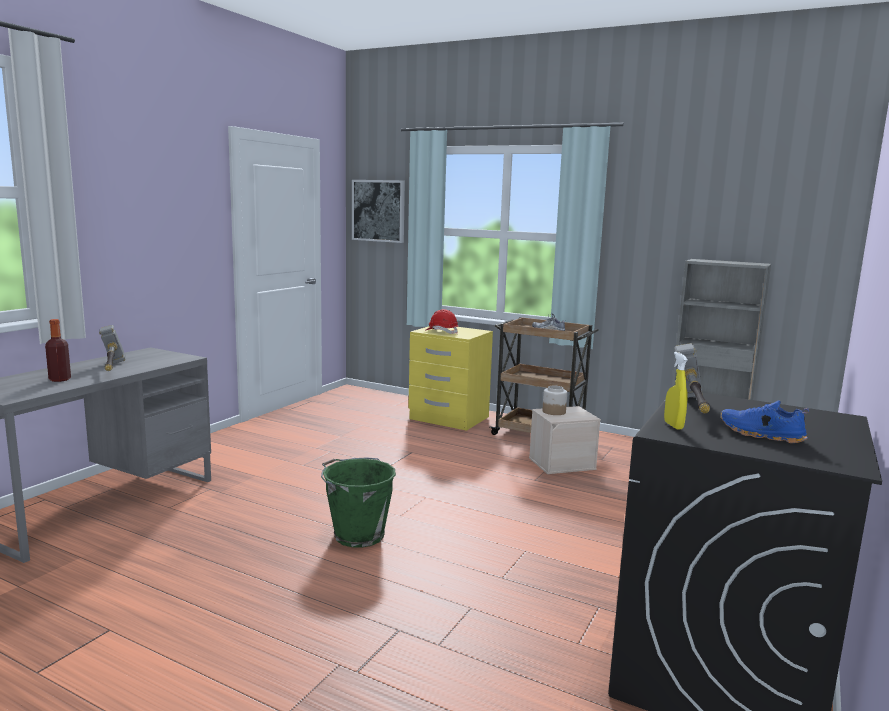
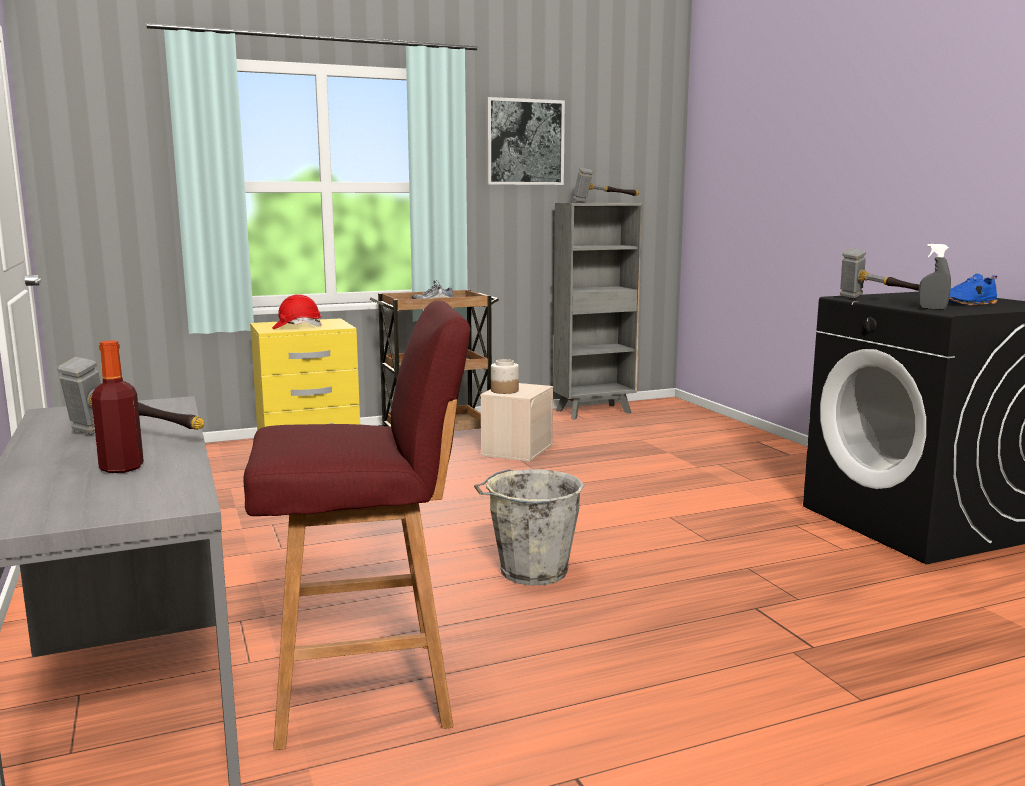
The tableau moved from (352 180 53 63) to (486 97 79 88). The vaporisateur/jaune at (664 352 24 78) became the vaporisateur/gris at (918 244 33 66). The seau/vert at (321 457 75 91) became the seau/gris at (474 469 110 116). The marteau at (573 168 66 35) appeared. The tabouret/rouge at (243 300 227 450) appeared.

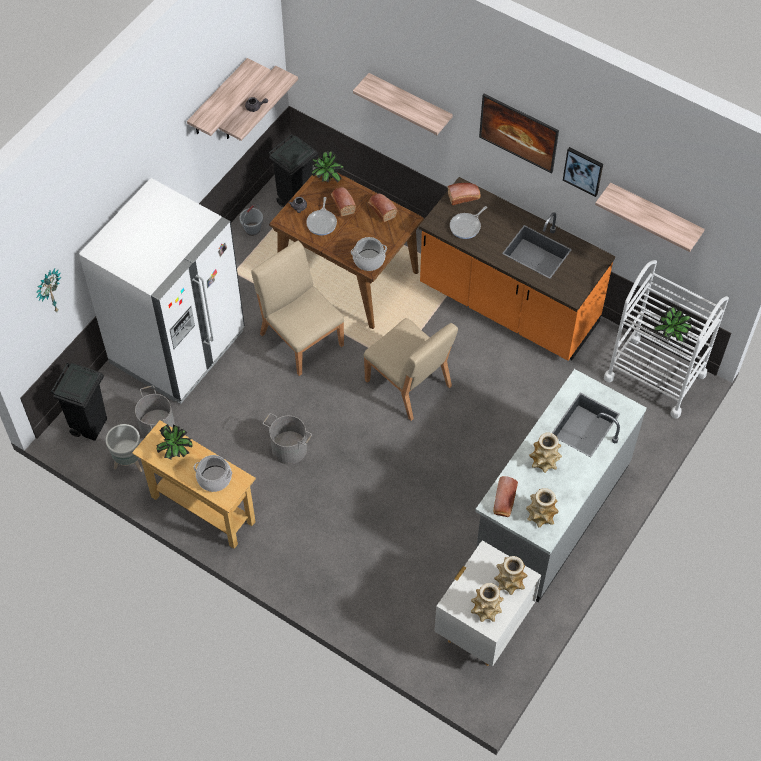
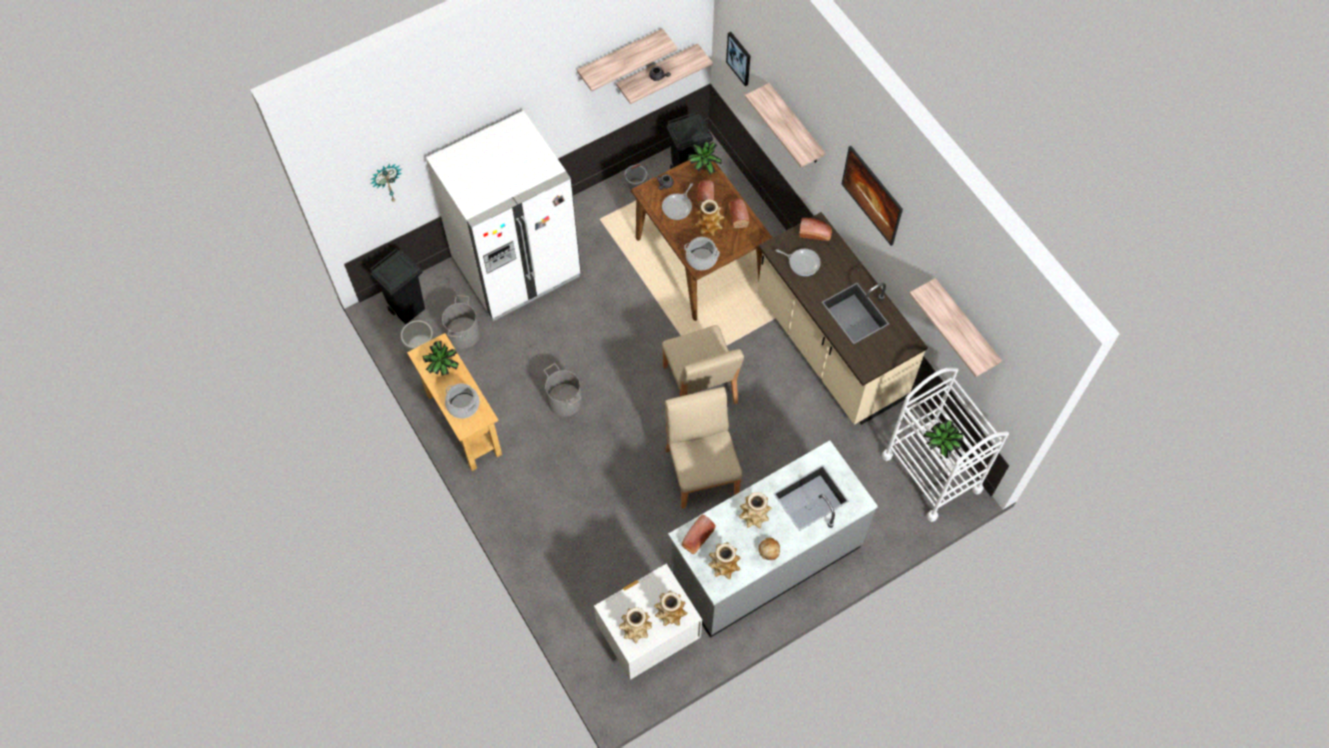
The tableau moved from (563 147 40 50) to (726 32 24 54). The comptoir de cuisine/orange at (419 177 196 184) became the comptoir de cuisine/beige at (757 212 171 213). The poêle at (450 206 37 33) turned 135 degrees counterclockwise. The chaise/beige moved from (251 241 93 135) to (665 387 77 122). The vase at (695 199 30 37) appeared. The pain at (758 537 22 23) appeared.

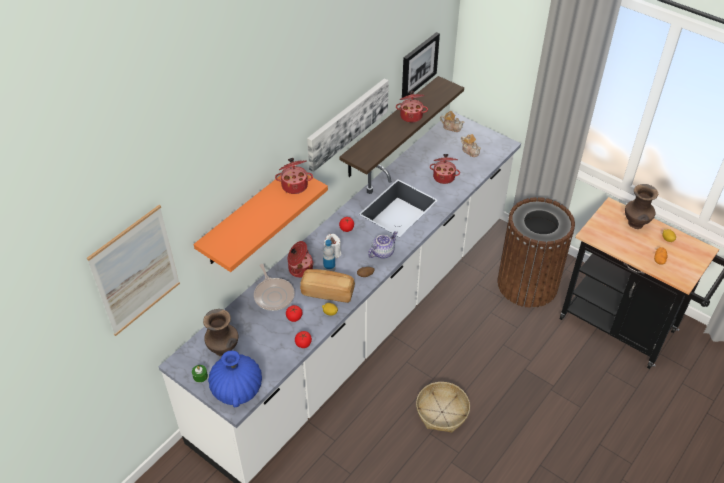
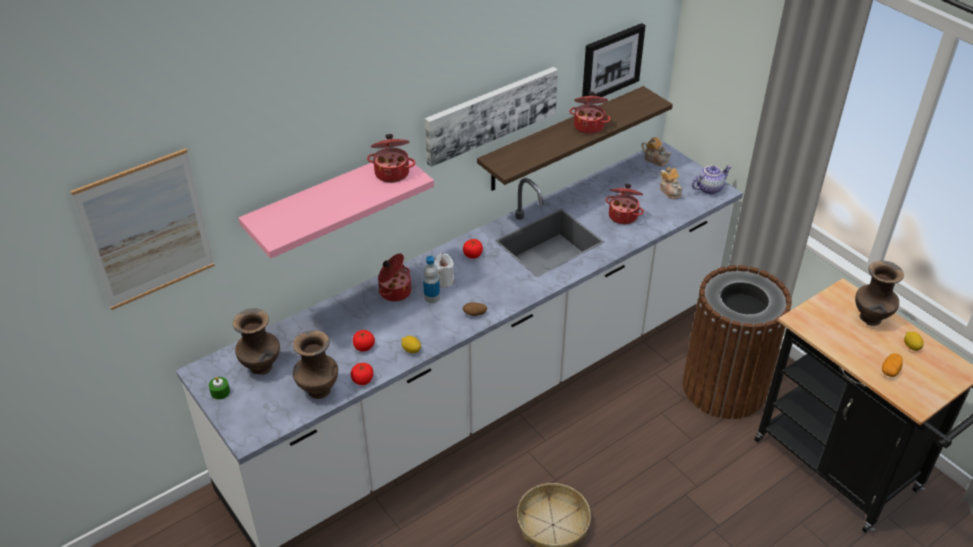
The étagère/orange at (194 174 134 98) became the étagère/rose at (239 160 195 99). The théière moved from (368 231 30 28) to (692 165 40 29). The poêle at (254 264 41 47) disappeared. The pain at (300 269 55 34) disappeared. The vase/bleu at (208 351 54 56) disappeared. The vase/marron at (292 330 46 69) appeared.

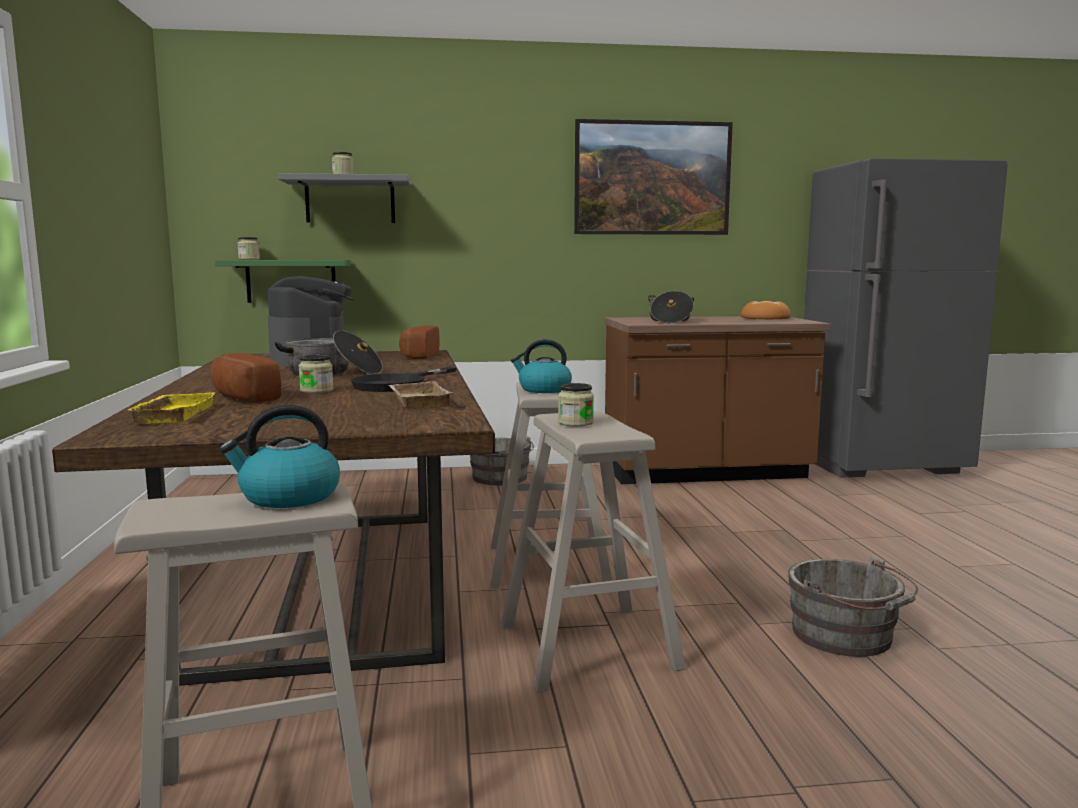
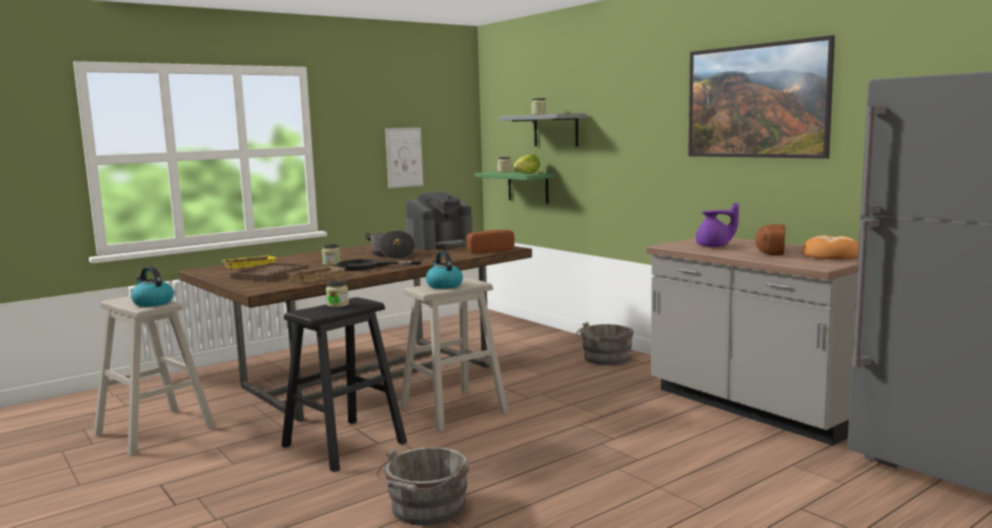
The marmite at (648 291 46 32) was replaced by the théière/violet at (696 202 43 45). The comptoir de cuisine/marron at (605 316 225 168) became the comptoir de cuisine/gris at (646 238 212 208). The pain moved from (210 353 71 49) to (755 224 30 31). The tabouret/beige at (501 411 185 281) became the tabouret/noir at (281 297 126 175). The tableau at (385 127 38 61) appeared. The laitue at (514 154 26 19) appeared. The plateau/marron at (230 262 79 20) appeared.

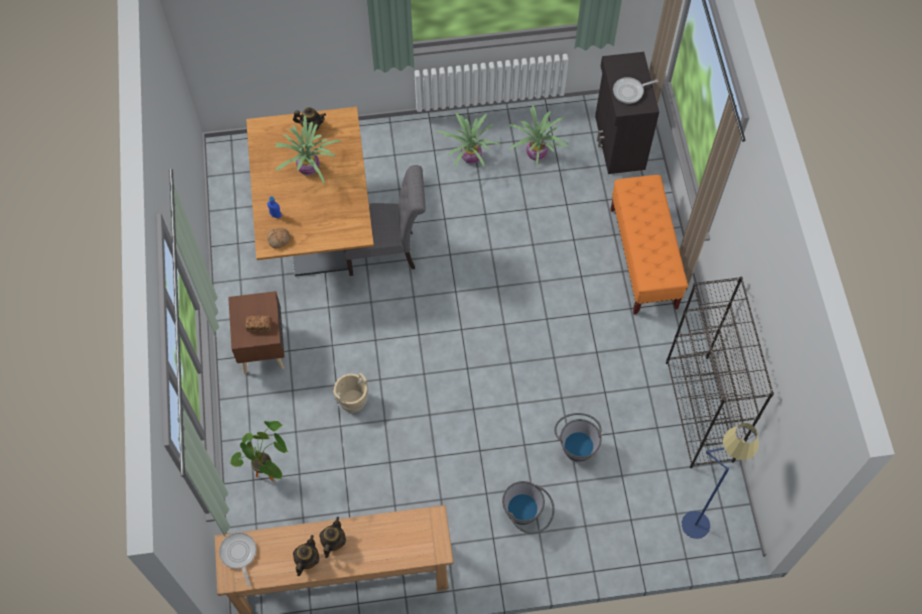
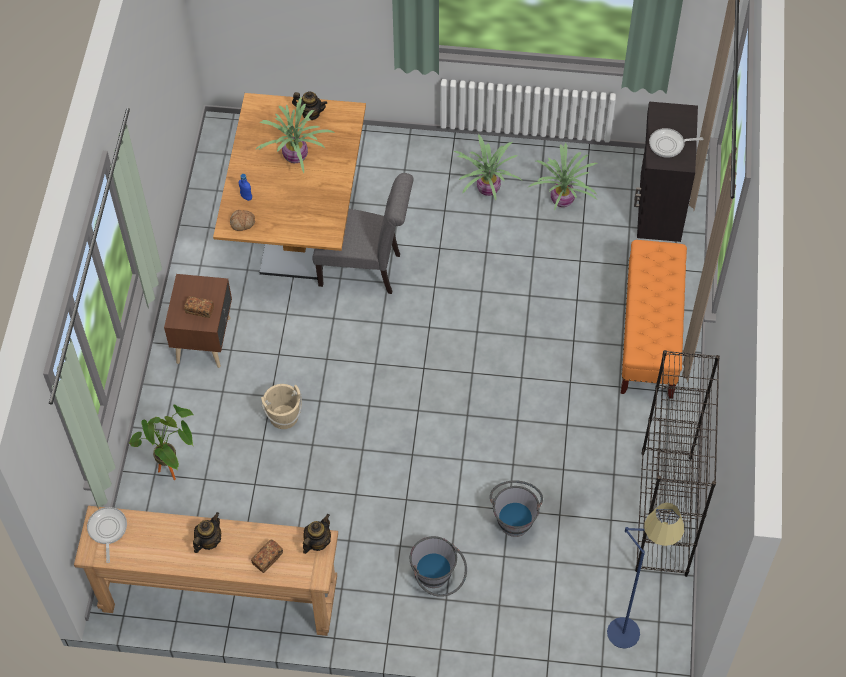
The théière moved from (293 535 27 41) to (303 514 28 40). The pain at (251 540 32 33) appeared.

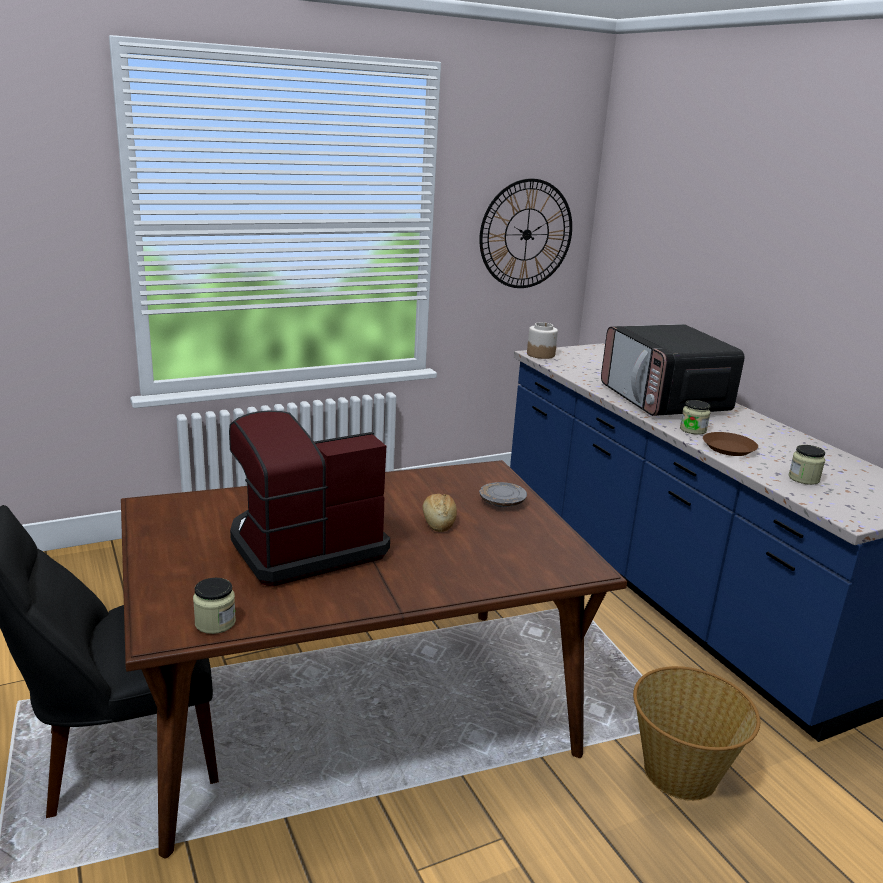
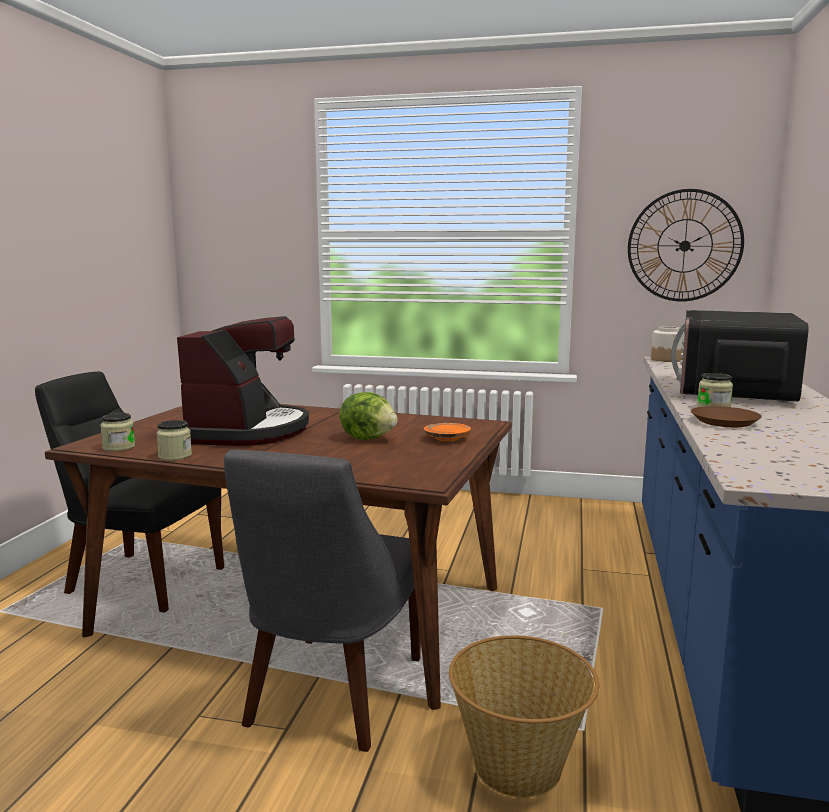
The machine à café at (229 410 161 177) turned 90 degrees clockwise. The bocal moved from (788 445 37 40) to (157 420 35 41). The assiette/gris at (479 482 48 25) became the assiette/orange at (424 423 47 18). The pain at (422 494 35 38) was replaced by the laitue at (339 392 59 48). The chaise/gris at (224 449 197 303) appeared.

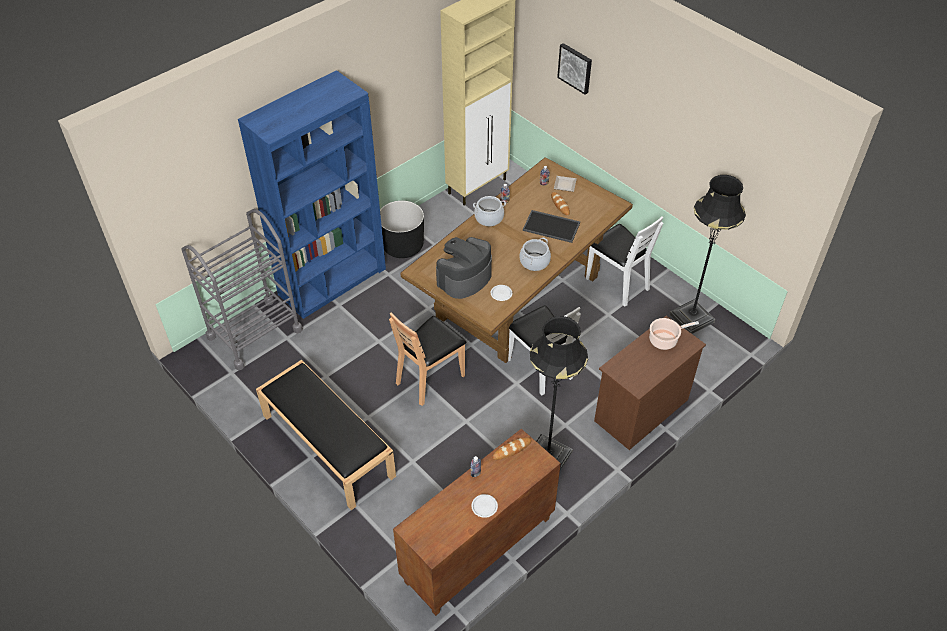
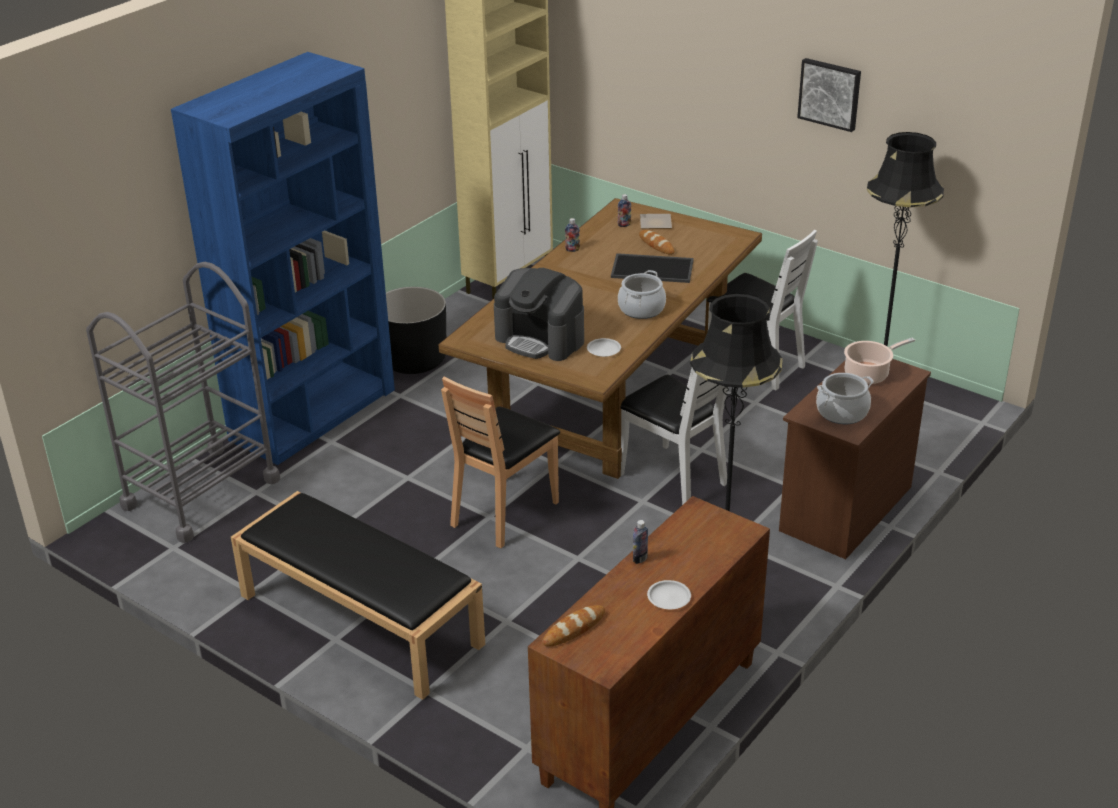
The tableau moved from (557 43 35 52) to (797 58 64 74). The marmite moved from (473 196 33 30) to (816 373 58 51). The machine à café at (436 237 56 62) turned 90 degrees counterclockwise. The pain moved from (492 437 40 23) to (543 605 62 42).

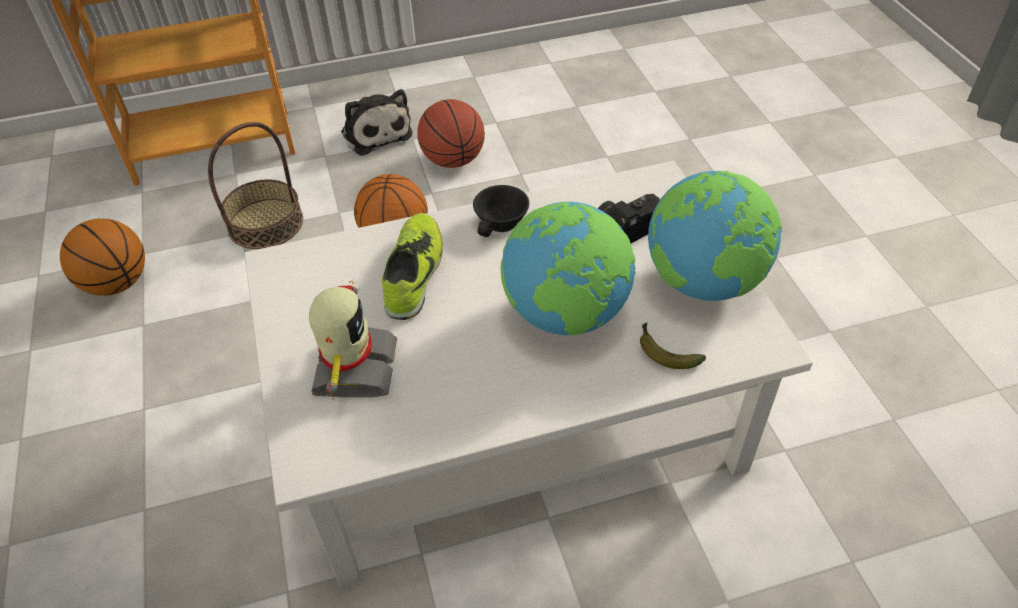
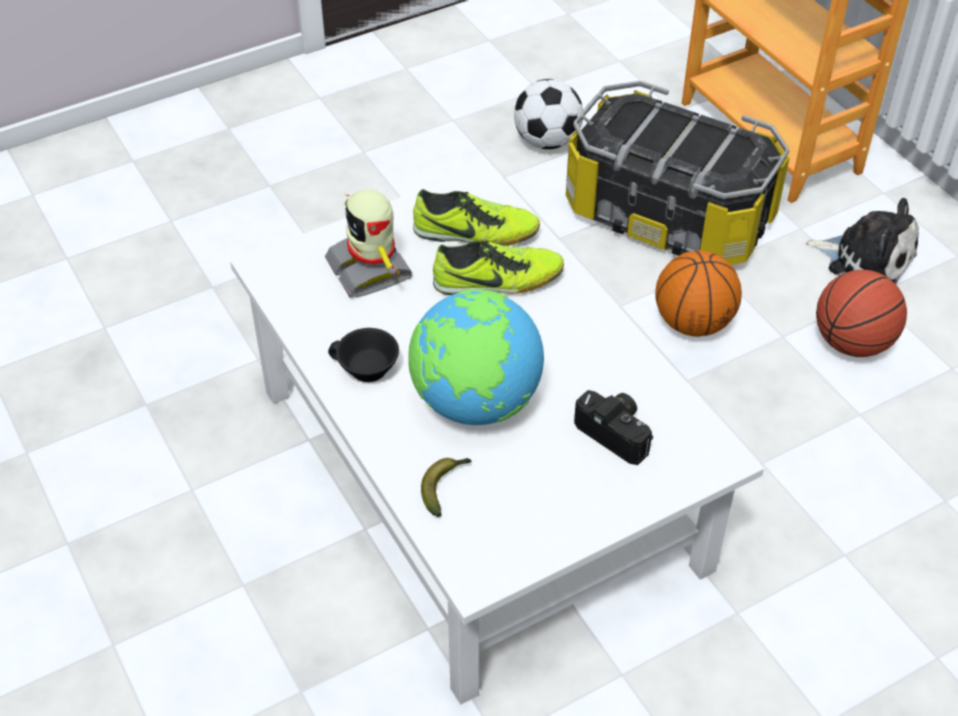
The peluche at (341 89 72 67) turned 105 degrees counterclockwise. The panier at (208 122 95 127) was replaced by the boîte de rangement at (566 81 224 184). The globe at (648 171 134 130) disappeared. The tasse/noir moved from (473 185 56 52) to (328 328 71 54). The ballon de basket at (60 218 85 78) was replaced by the ballon de foot at (514 79 69 70). The robot jouet at (309 280 88 121) turned 75 degrees clockwise. The chaussure at (413 189 127 57) appeared.

